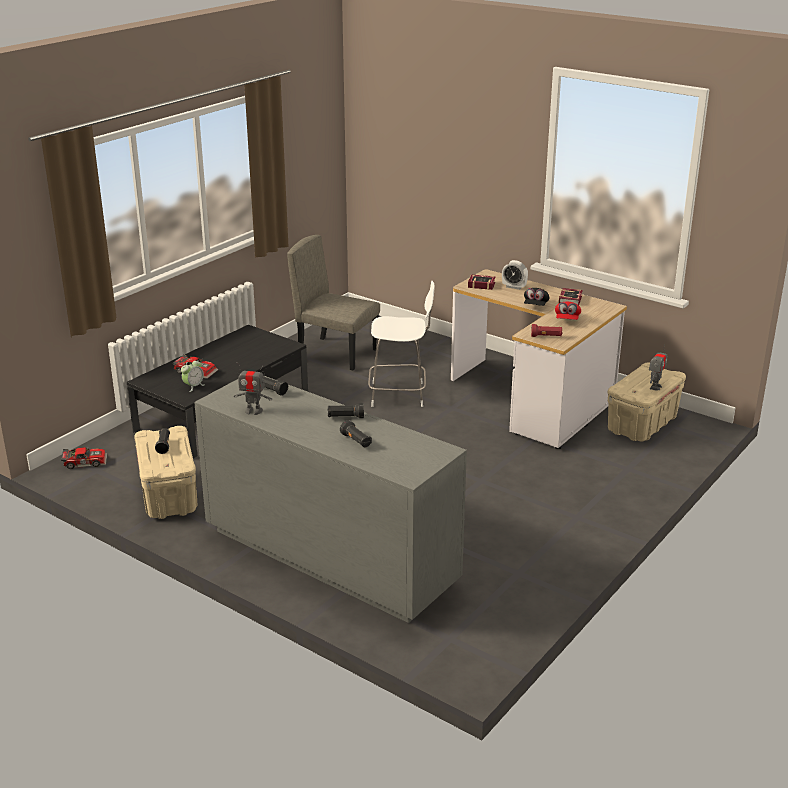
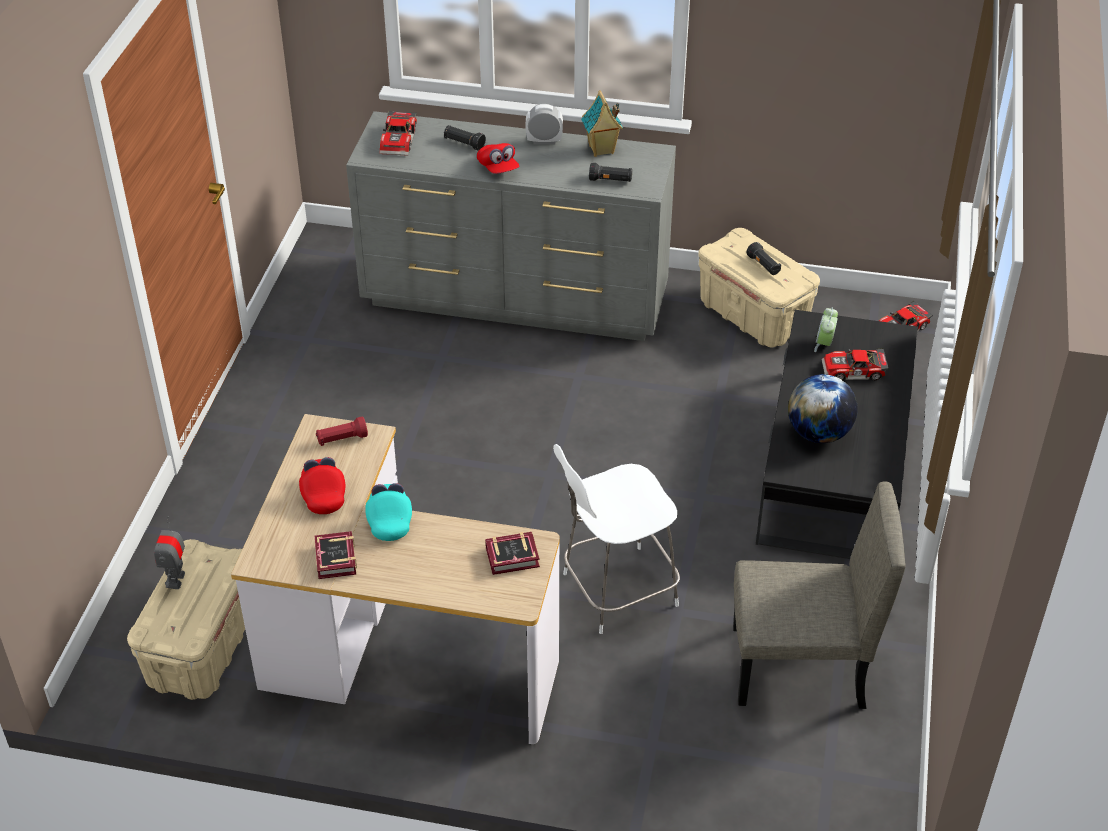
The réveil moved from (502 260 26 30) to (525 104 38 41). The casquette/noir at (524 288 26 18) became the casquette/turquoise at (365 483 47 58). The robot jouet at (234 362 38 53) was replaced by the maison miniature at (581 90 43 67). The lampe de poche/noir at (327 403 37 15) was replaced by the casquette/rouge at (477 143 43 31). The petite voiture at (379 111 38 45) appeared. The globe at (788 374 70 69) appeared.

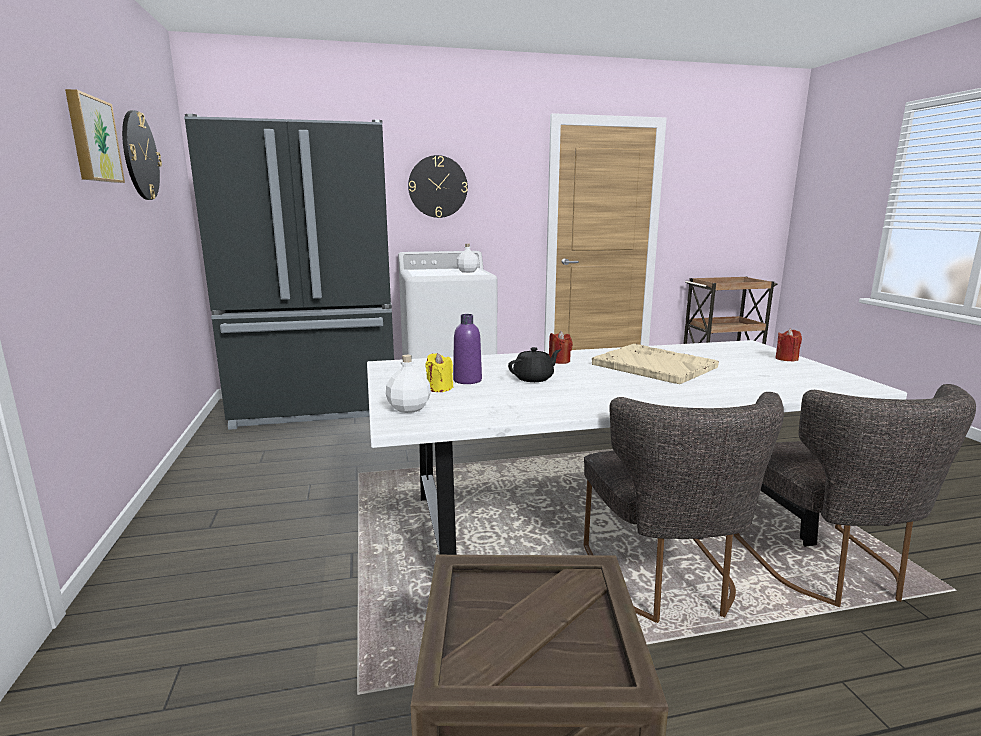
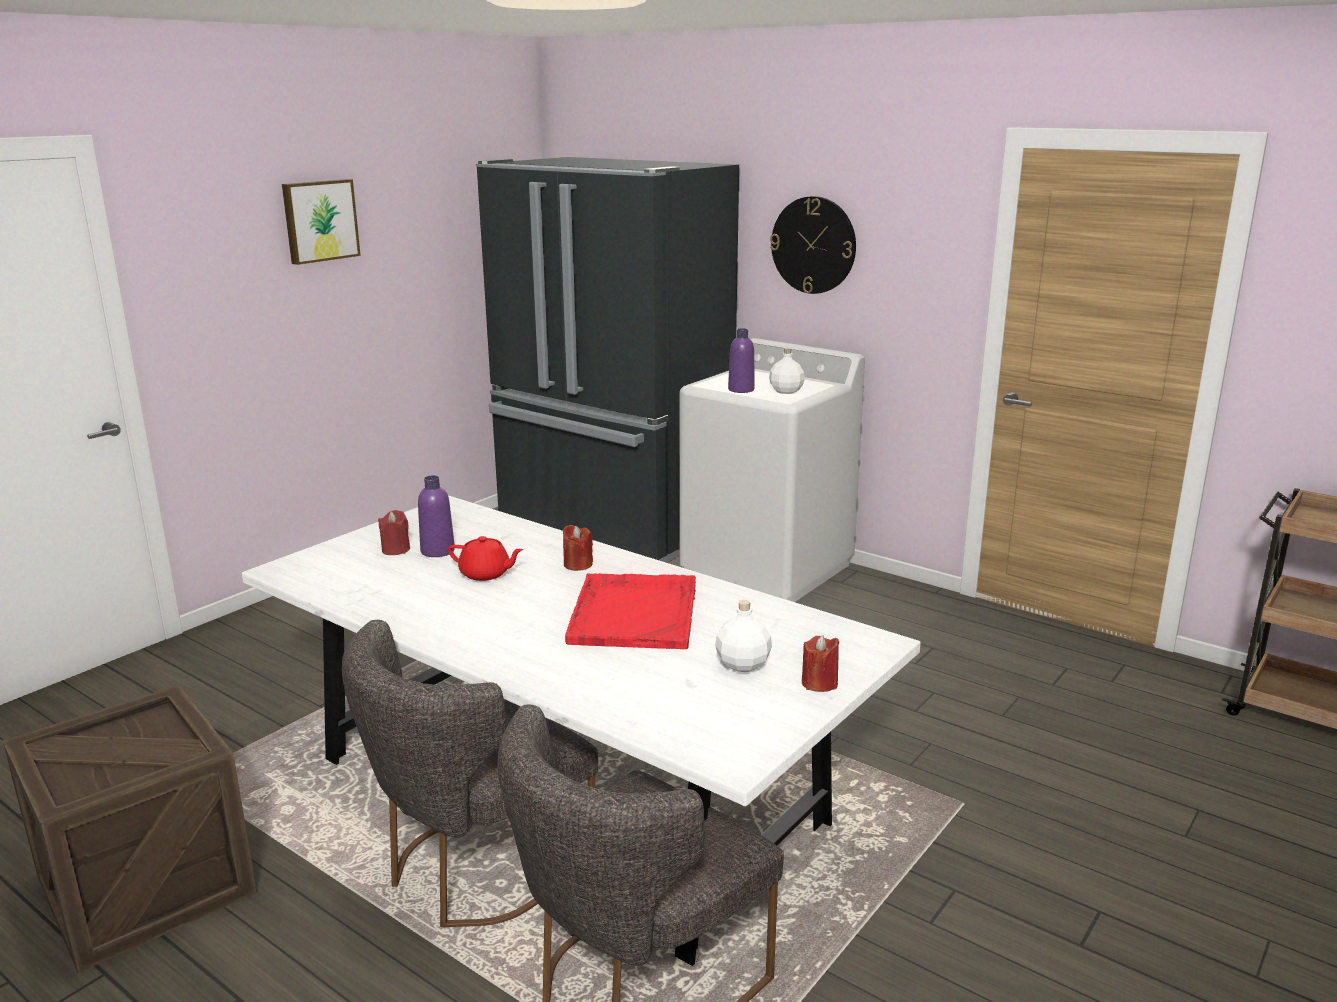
The horloge murale at (122 110 40 90) disappeared. The plateau/beige at (592 344 127 40) became the plateau/rouge at (565 573 131 76). The théière/noir at (508 347 52 35) became the théière/rouge at (448 536 75 45). The bougie/jaune at (425 353 28 39) became the bougie/rouge at (378 510 32 45). The bouteille/blanc moved from (386 355 45 58) to (715 600 57 72). The bouteille/violet at (728 328 27 65) appeared.

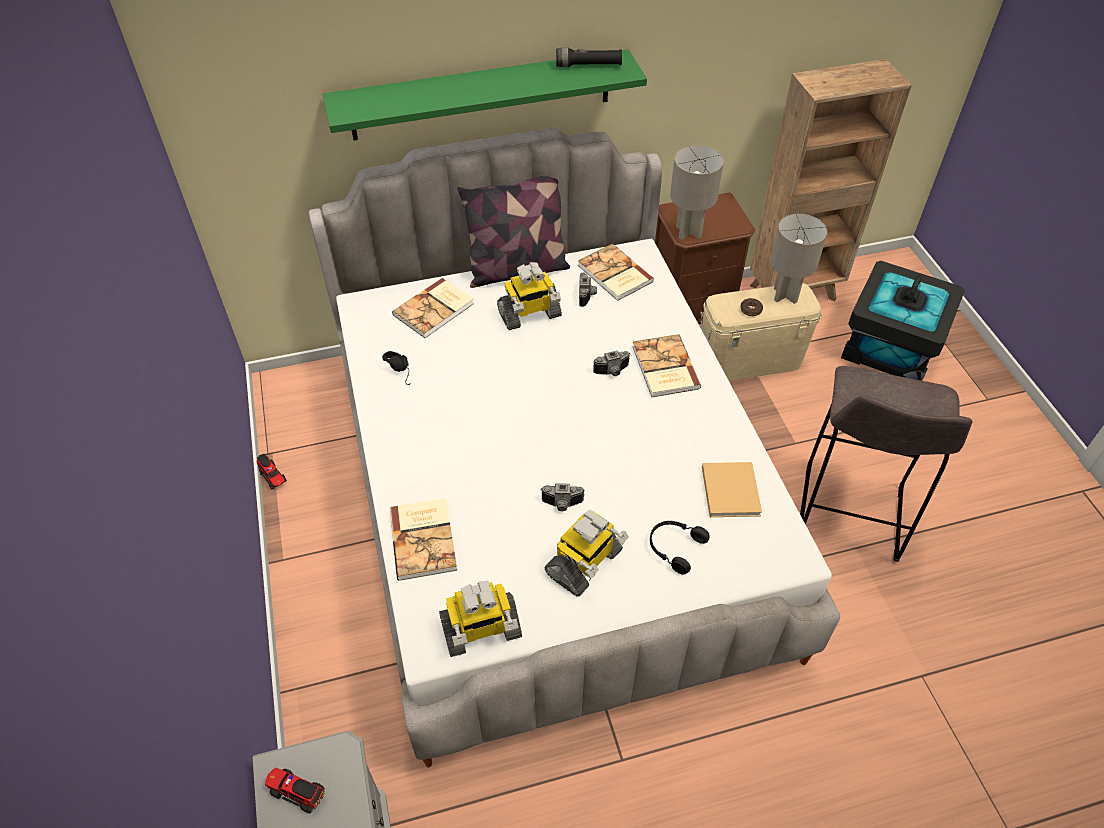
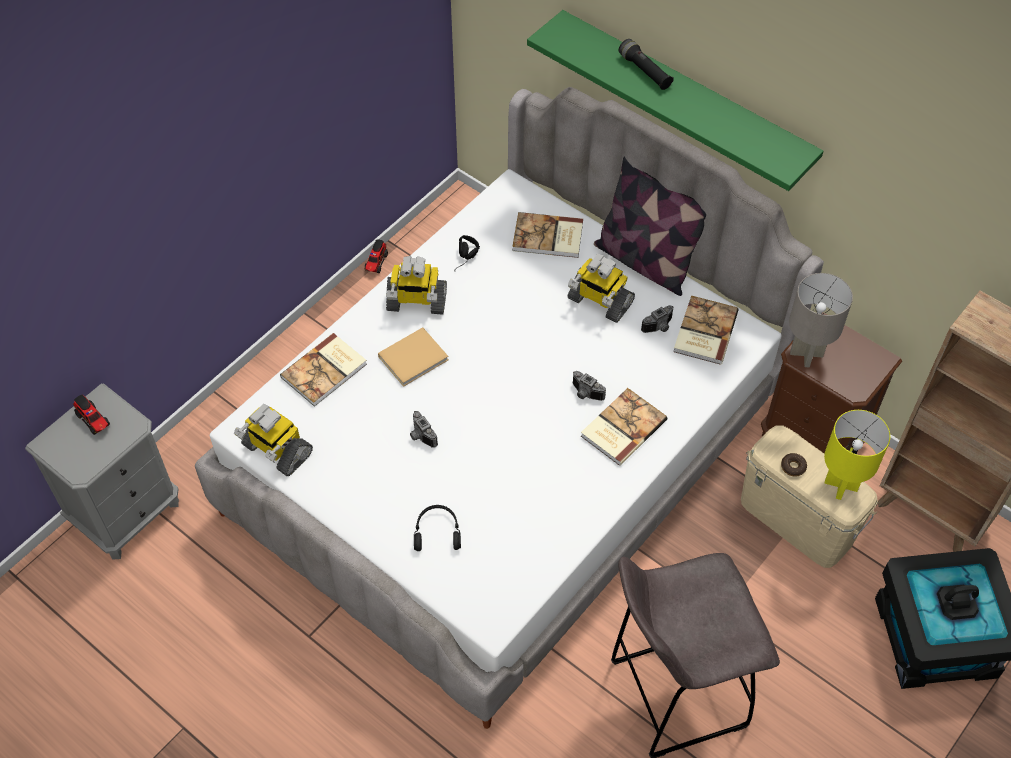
The lampe de poche/noir moved from (556 48 66 19) to (619 39 55 51). The lampe de table/gris at (771 214 56 90) became the lampe de table/jaune at (824 410 66 90). The livre/beige moved from (702 462 60 55) to (378 327 70 60). The robot jouet moved from (545 510 84 87) to (386 256 61 59). The camion jouet at (265 768 60 46) turned 150 degrees clockwise.

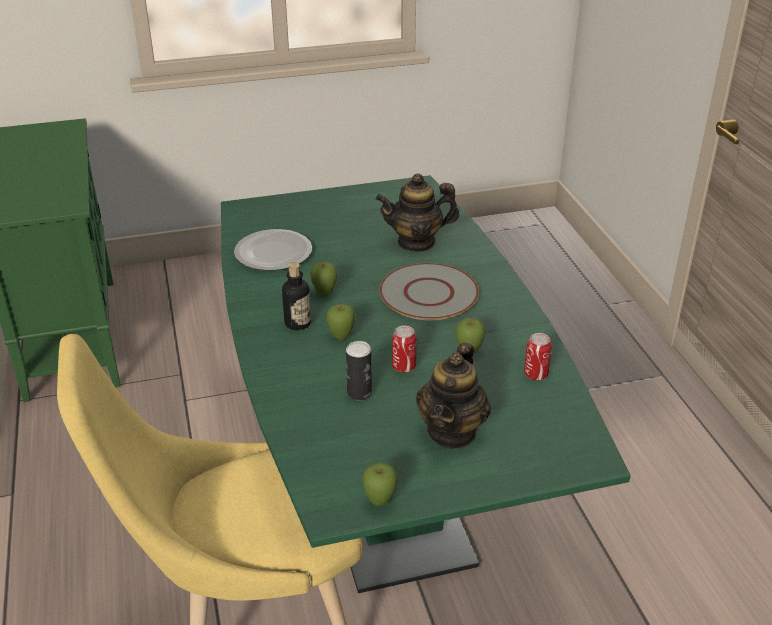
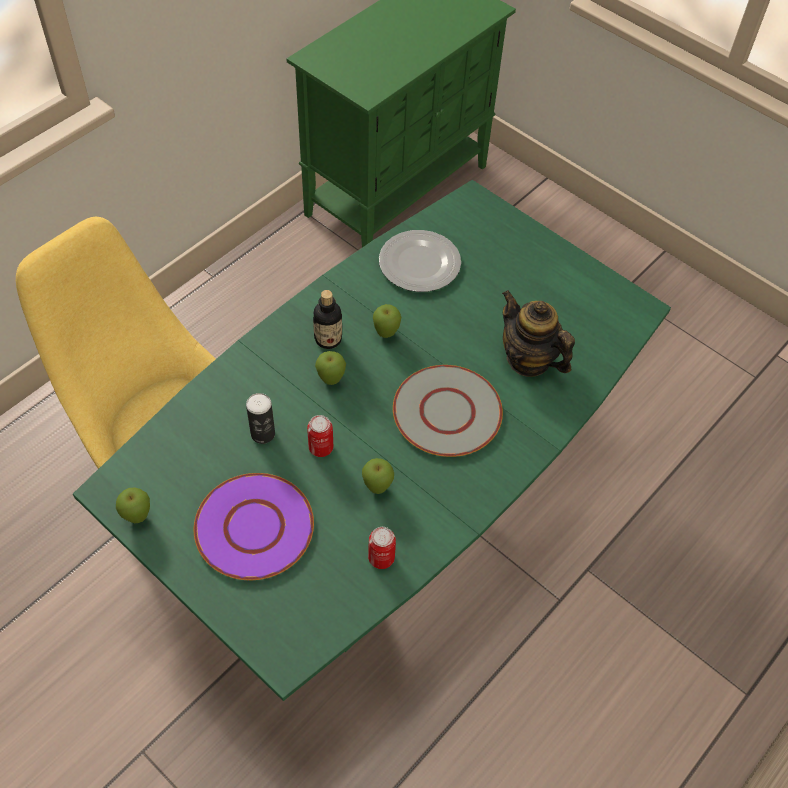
The théière at (416 342 75 107) was replaced by the assiette/violet at (194 473 120 107).

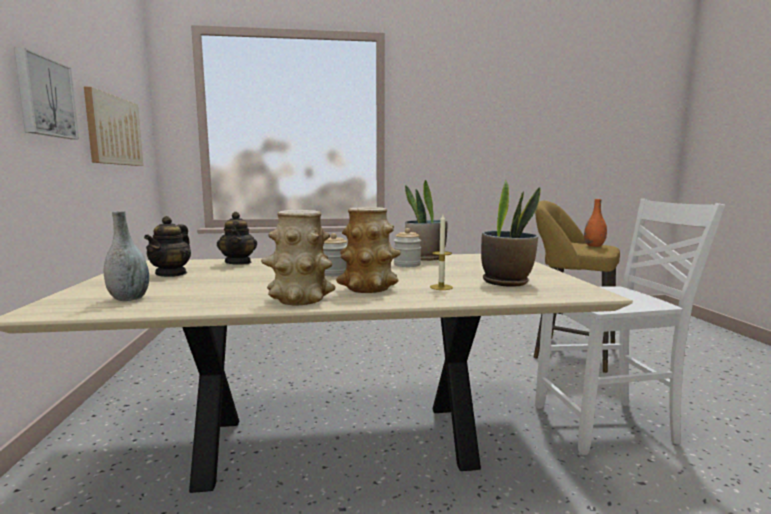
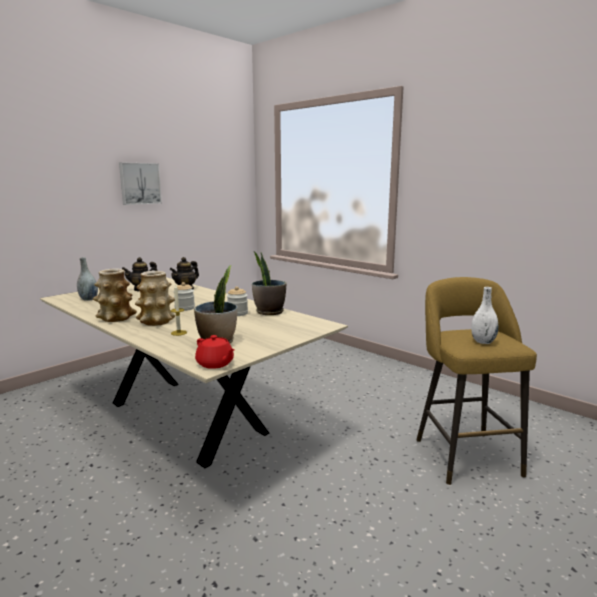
The tableau at (84 87 59 79) disappeared. The chaise/blanc at (535 199 190 256) disappeared. The vase/orange at (584 199 23 48) became the vase/blanc at (471 287 27 57). The théière/rouge at (195 335 40 34) appeared.

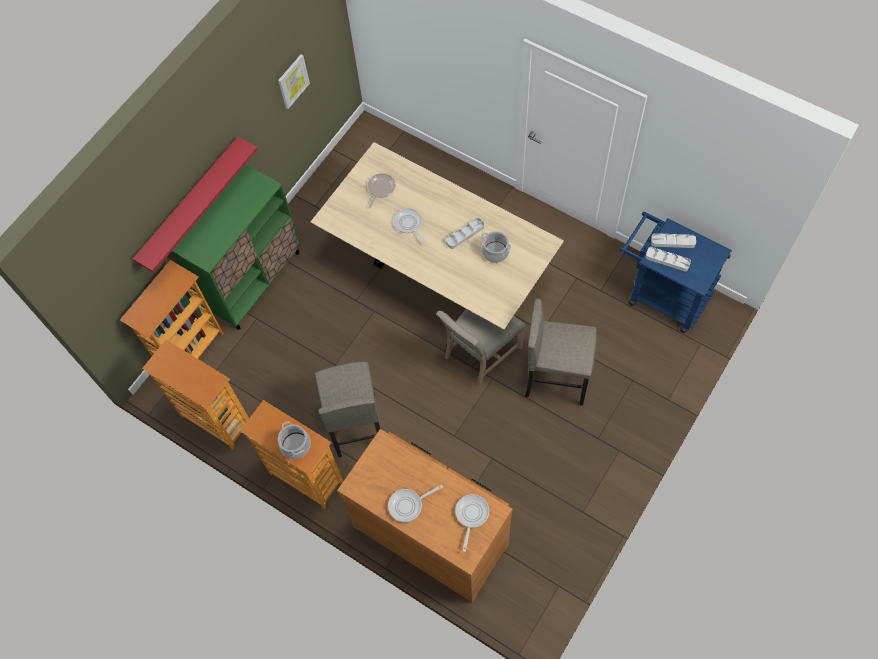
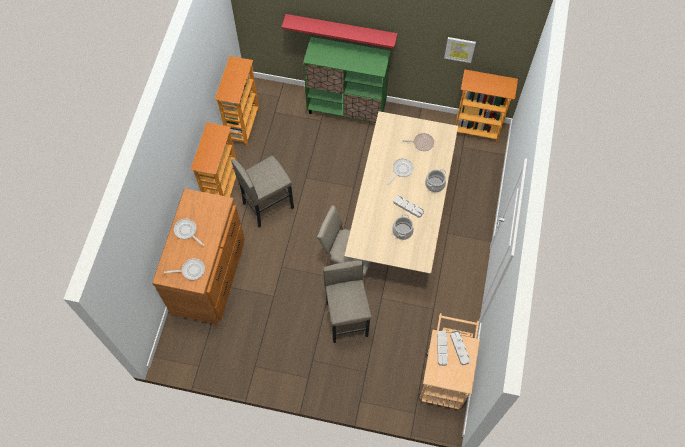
The chariot/bleu at (619 212 113 121) became the chariot/beige at (418 313 62 96). The bibliothèque moved from (120 260 104 99) to (456 69 62 75). The marmite moved from (278 421 33 38) to (425 169 21 23).

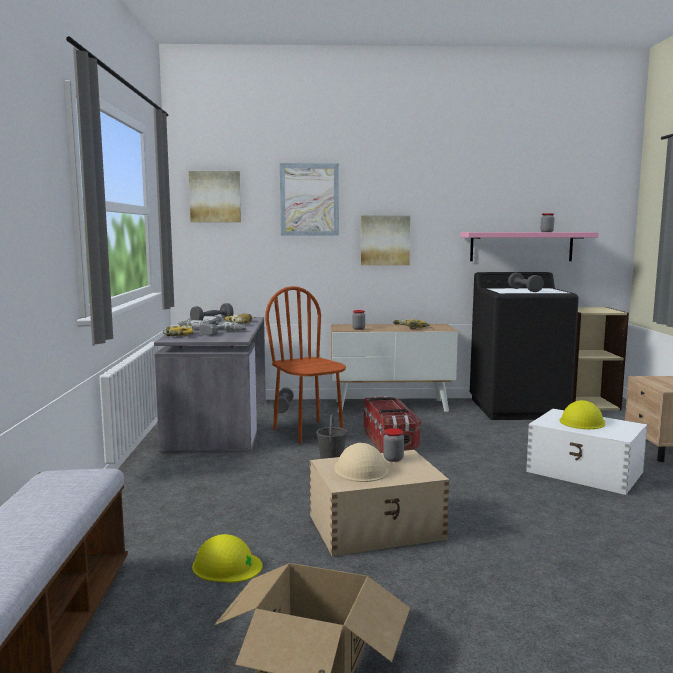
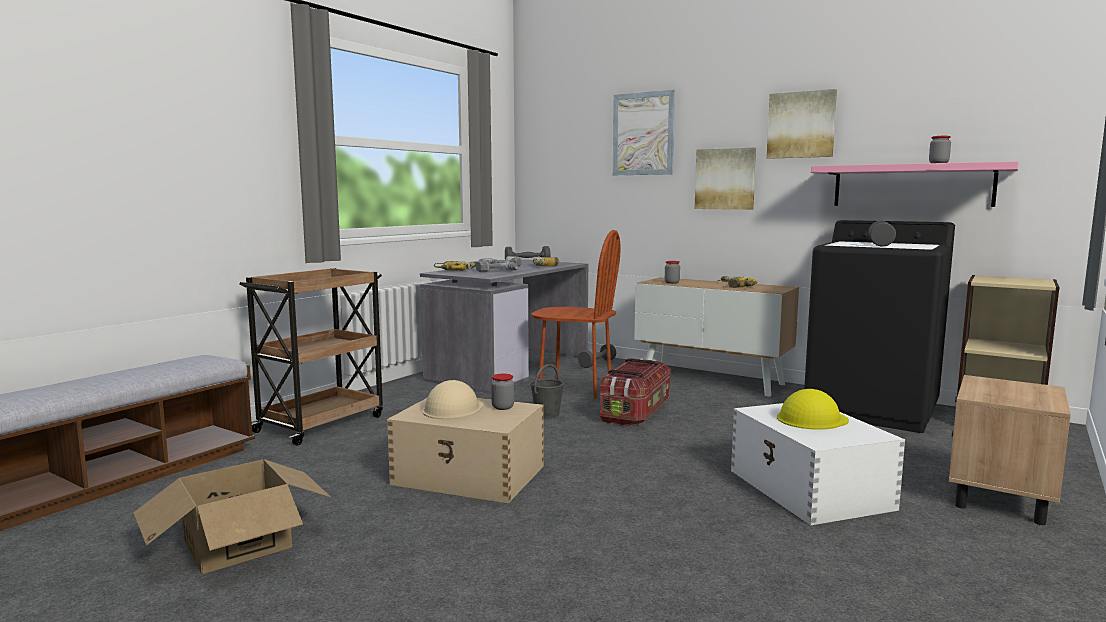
The tableau moved from (189 171 52 51) to (766 89 71 70). The chaise/marron at (265 286 81 158) turned 105 degrees clockwise. The casque de chantier/jaune at (192 534 70 49) disappeared. The chariot/marron at (239 268 144 178) appeared.

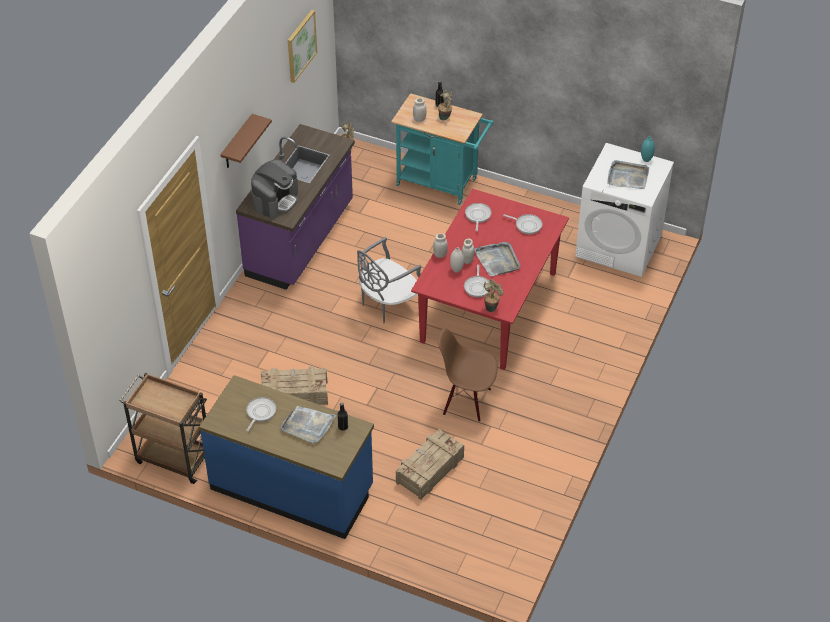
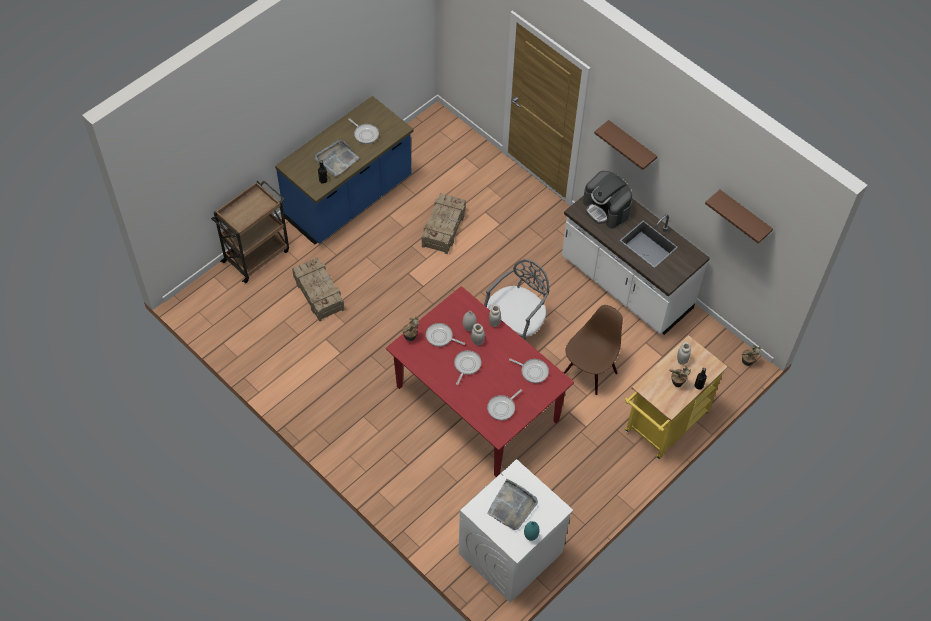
The tableau at (288 10 29 73) was replaced by the étagère/marron at (705 190 68 54). The chariot/turquoise at (391 93 103 112) became the chariot/jaune at (625 335 103 124). The comptoir de cuisine/violet at (236 124 119 166) became the comptoir de cuisine/blanc at (562 195 148 140). The chaise/gris at (357 237 64 86) turned 60 degrees clockwise. The plateau/gris at (474 242 46 35) was replaced by the poêle at (454 350 27 35). The chaise/marron moved from (438 328 60 94) to (564 305 59 90). The chariot/marron moved from (120 373 87 111) to (211 180 78 103).

